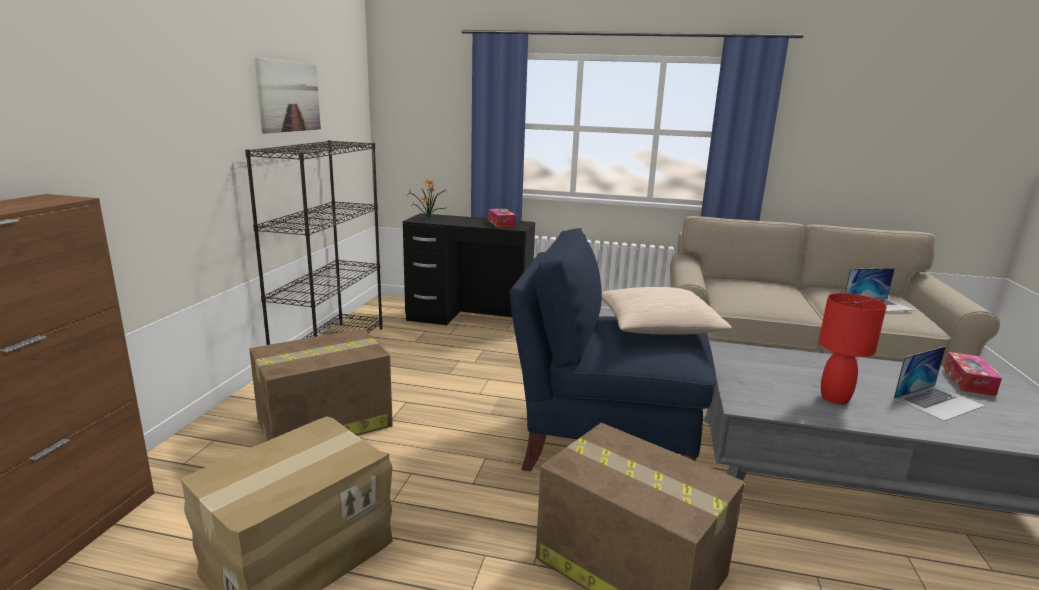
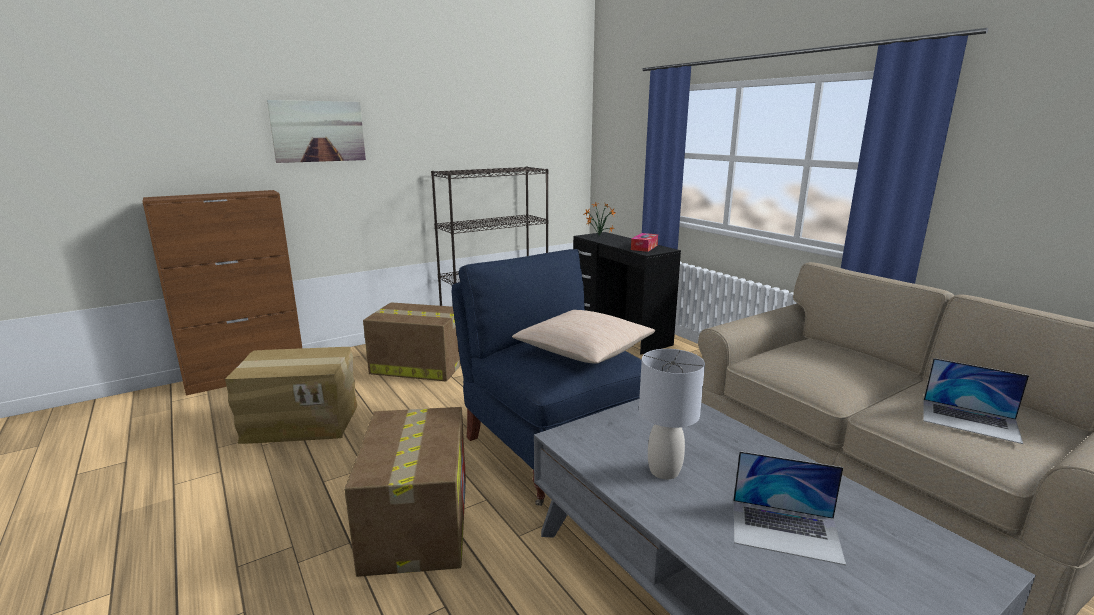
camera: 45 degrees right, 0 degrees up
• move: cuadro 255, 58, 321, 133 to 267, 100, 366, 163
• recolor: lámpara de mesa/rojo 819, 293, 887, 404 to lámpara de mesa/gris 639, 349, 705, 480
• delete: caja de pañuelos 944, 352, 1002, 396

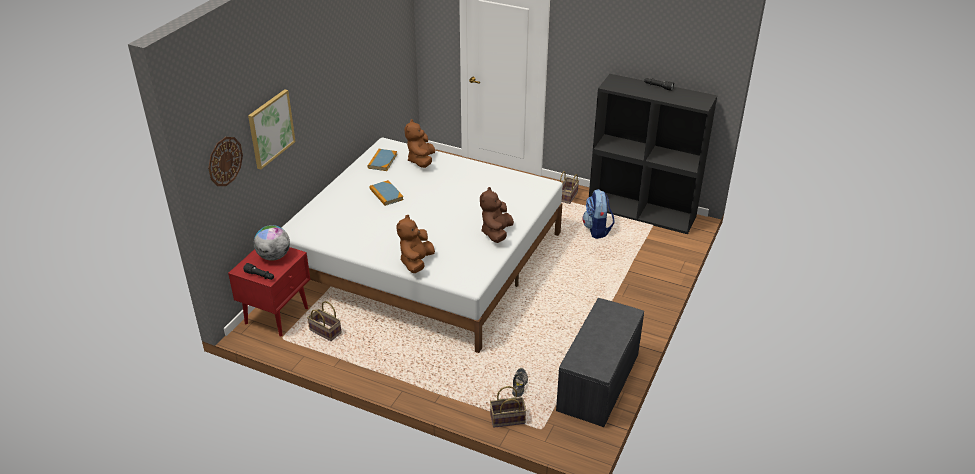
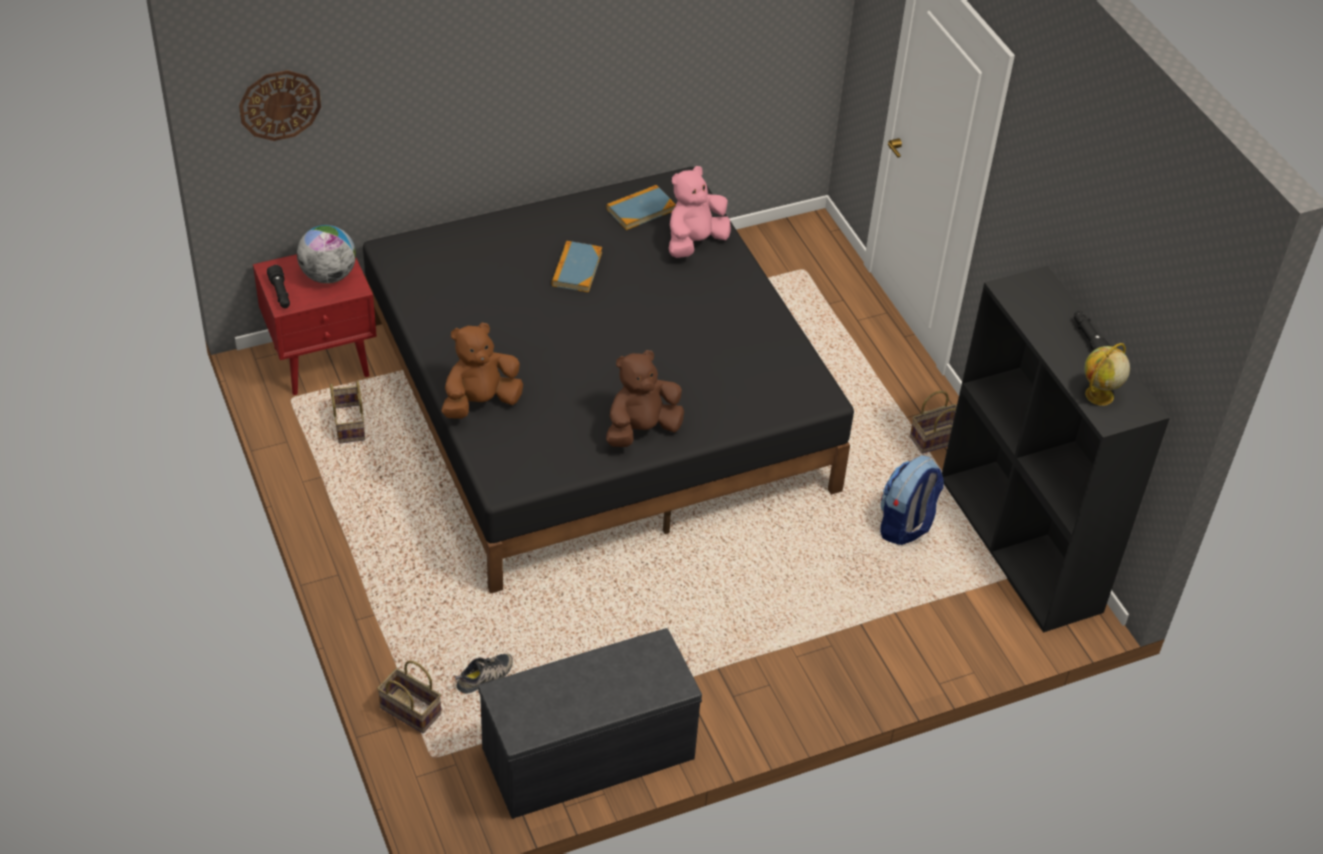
camera: 40 degrees right, 10 degrees up
• delete: cuadro 248, 89, 296, 170
• recolor: cama/blanco 281, 137, 563, 353 to cama/negro 363, 167, 854, 594
• recolor: peluche/marrón 404, 119, 435, 168 to peluche/rosa 669, 166, 731, 258
• insert: globo terráqueo 1084, 343, 1130, 406

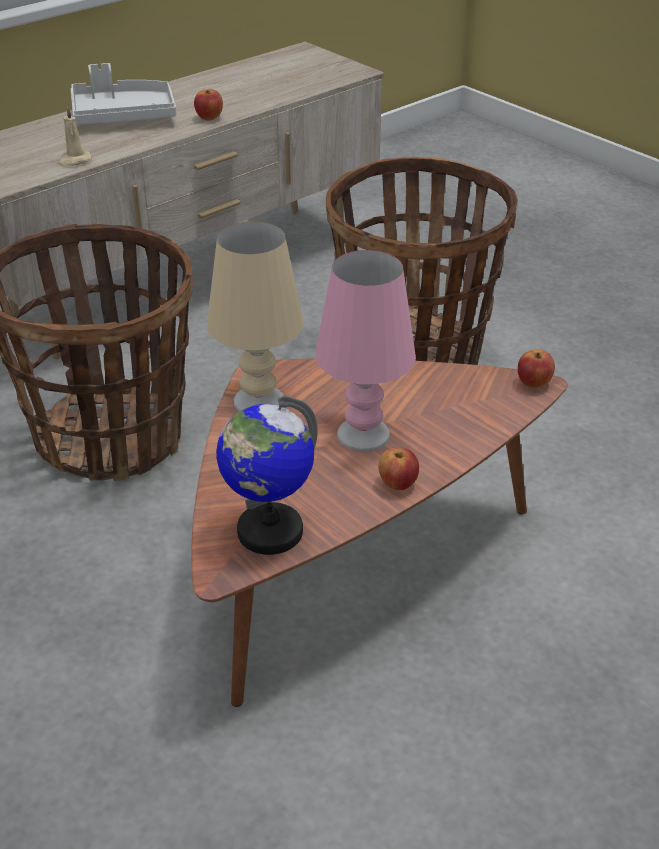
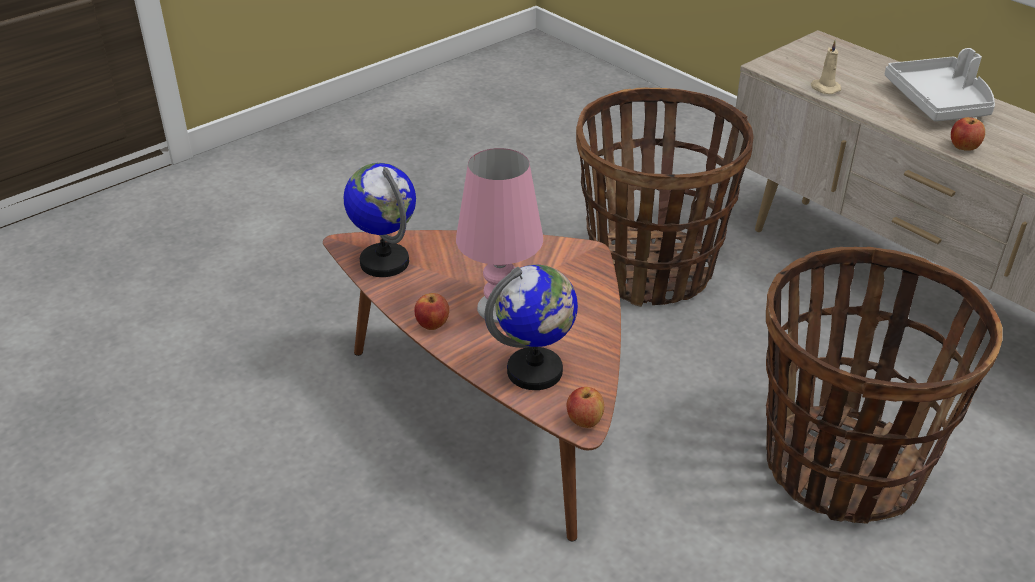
camera: 90 degrees right, 0 degrees up
• delete: lámpara de mesa/beis 207, 222, 304, 412
• insert: globo terráqueo 485, 265, 578, 390

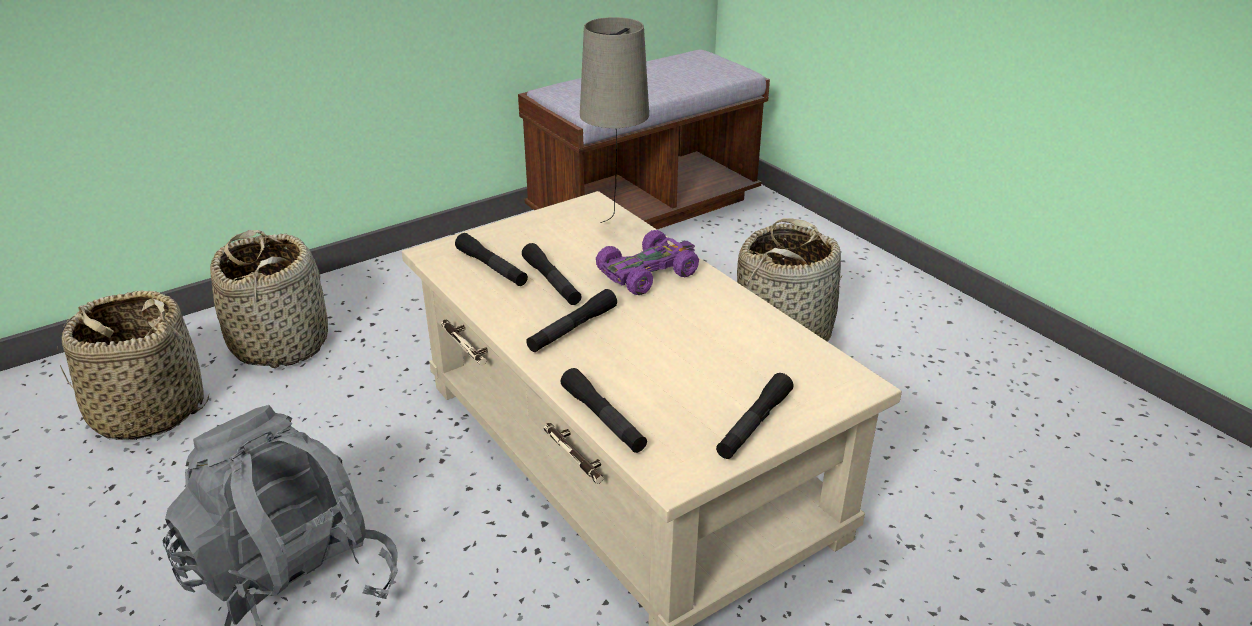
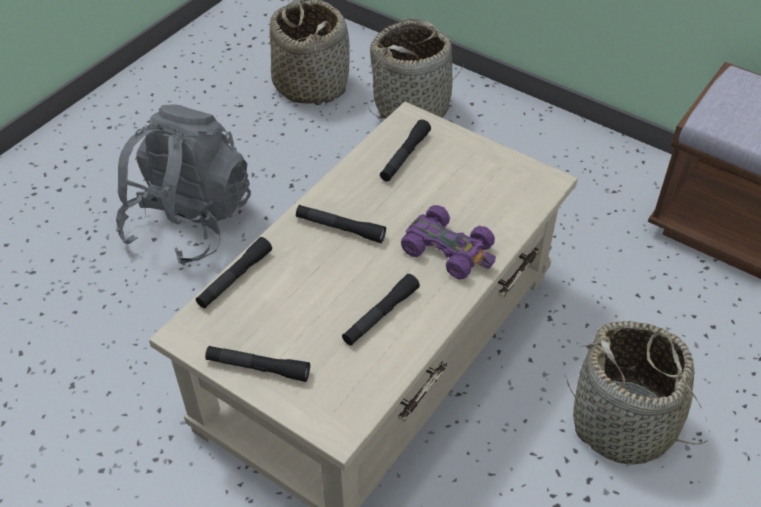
camera: 70 degrees right, 15 degrees up
• move: linterna/negro 522, 243, 582, 305 to 342, 274, 420, 346
• delete: lámpara de mesa/beis 580, 17, 649, 223

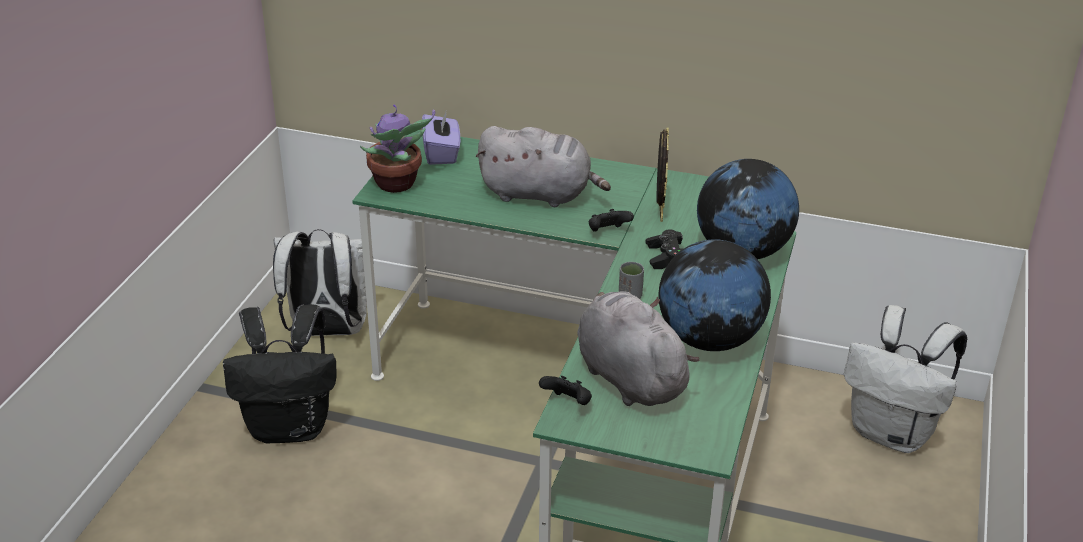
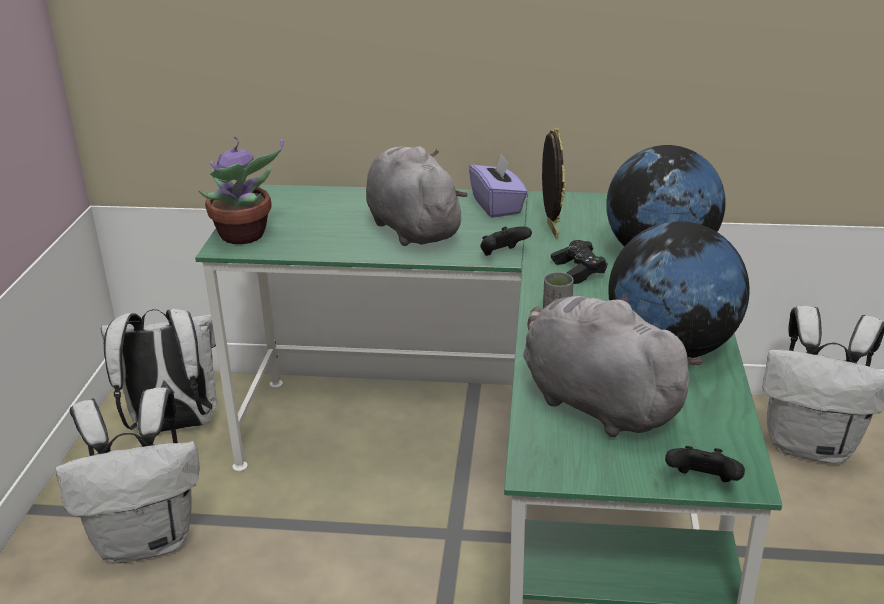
camera: 10 degrees left, 5 degrees down
• recolor: mochila/negro 223, 304, 337, 444 to mochila/blanco 56, 388, 199, 564
• move: caja de pañuelos/morado 422, 109, 460, 165 to 469, 154, 528, 218
• rotate: peluche/gris 476, 126, 611, 207 = 366, 146, 468, 246 120 degrees counterclockwise
• move: mando de consola/negro 539, 376, 592, 405 to 665, 446, 745, 482

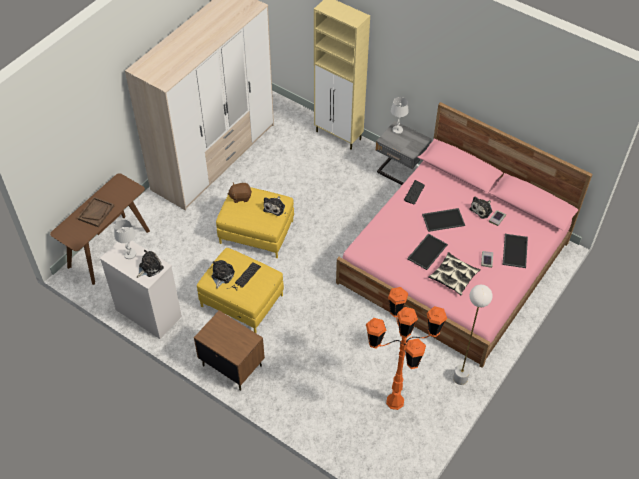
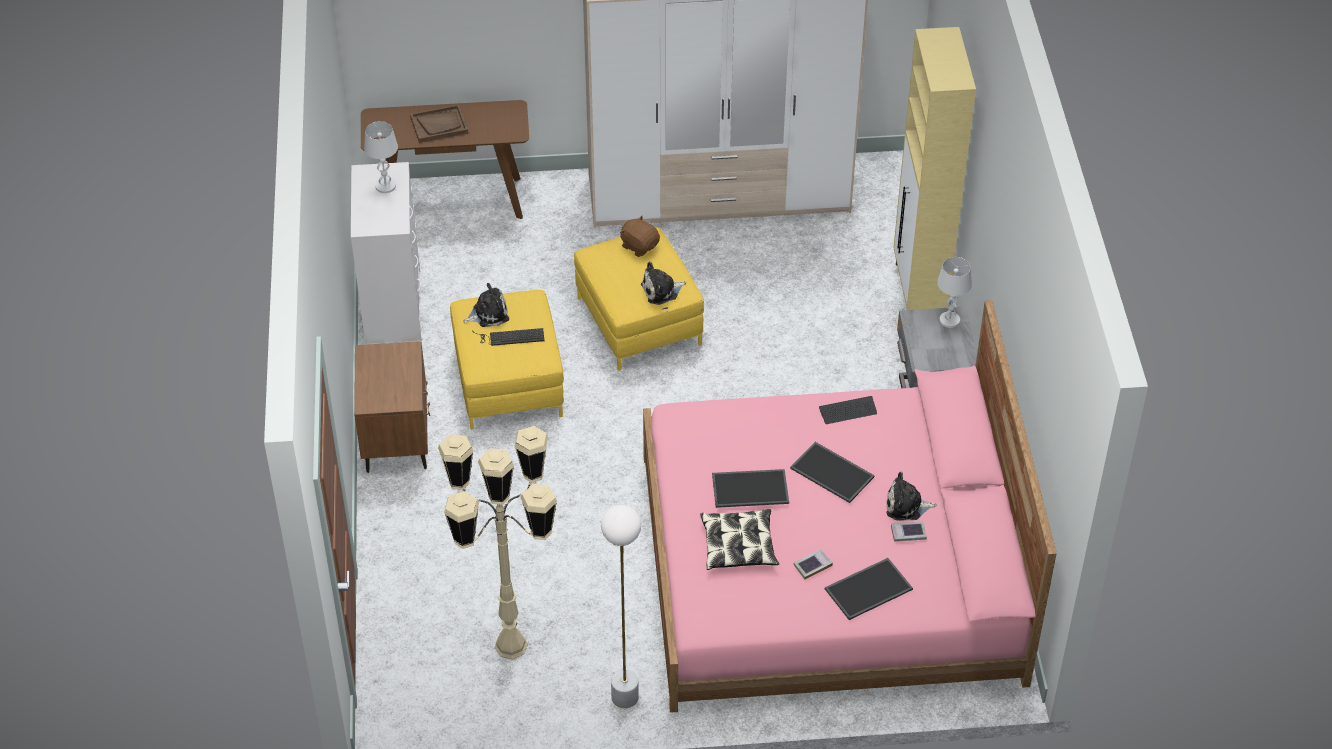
camera: 50 degrees right, 5 degrees down
• delete: peluche 137, 250, 164, 278
• recolor: lámpara de pie/naranja 366, 287, 447, 410 to lámpara de pie/beis 438, 426, 557, 660

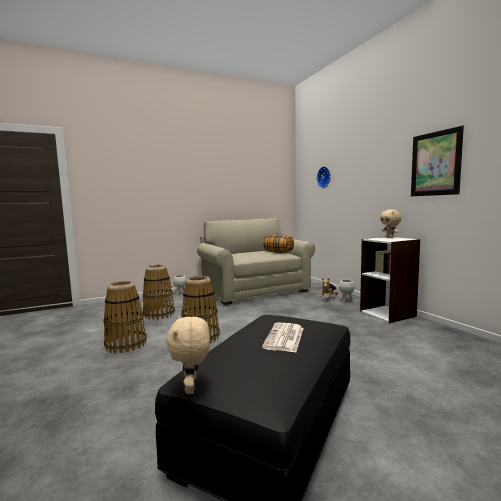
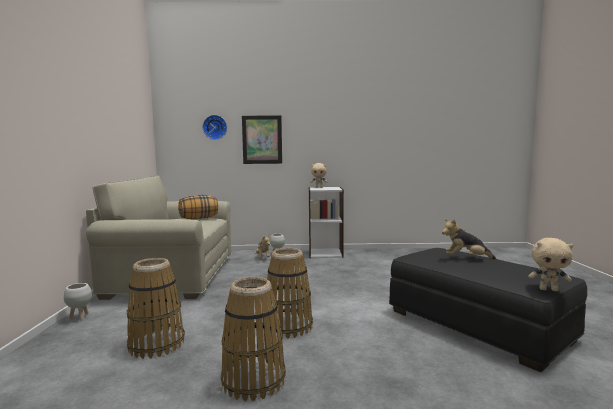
camera: 65 degrees left, 0 degrees up
• replace: periódico 262, 323, 304, 352 to peluche 442, 219, 496, 260
• move: cuadro 411, 126, 464, 196 to 242, 115, 282, 164

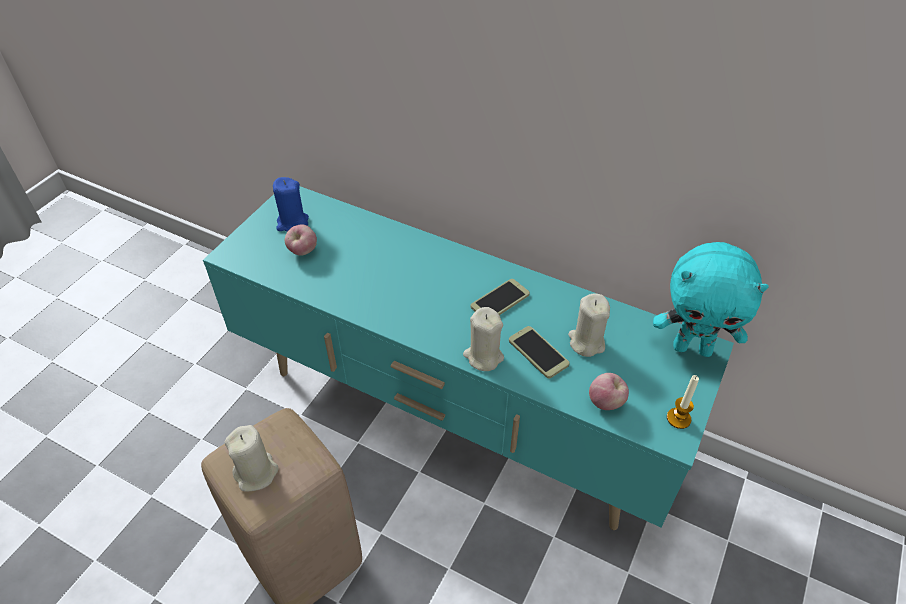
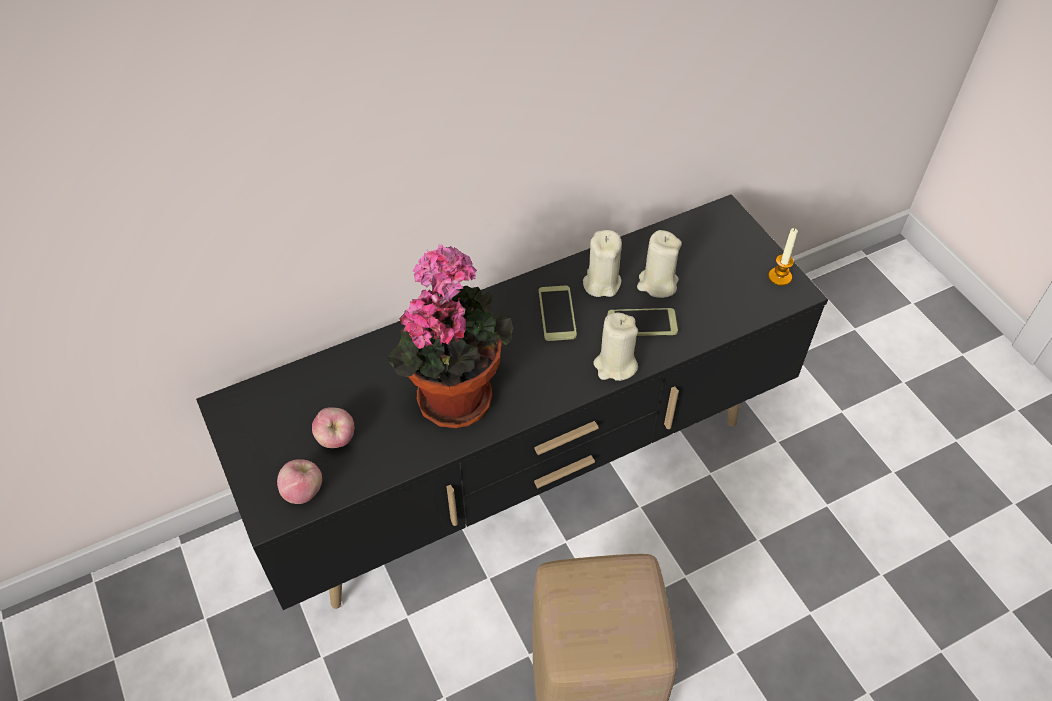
camera: 55 degrees left, 5 degrees up
• recolor: mueble de televisión/turquesa 203, 186, 734, 530 to mueble de televisión/negro 196, 194, 828, 610
• move: vela/beis 225, 425, 279, 492 to 583, 230, 622, 297
• delete: vela/azul 273, 177, 309, 232
• move: manzana 589, 373, 629, 410 to 277, 459, 322, 504
• delete: peluche/turquesa 653, 242, 769, 357
• insert: planta en maceta 387, 244, 513, 429

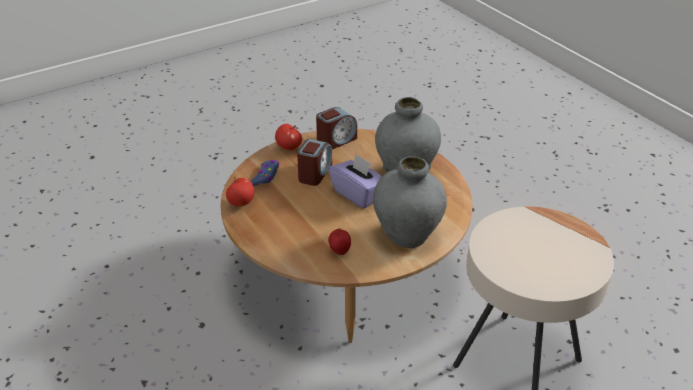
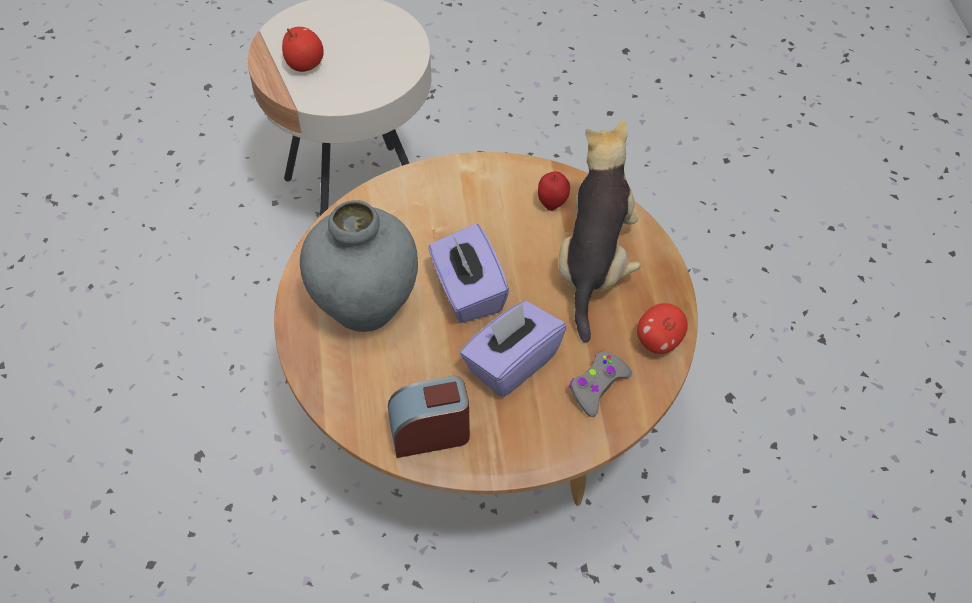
camera: 155 degrees left, 15 degrees up
• recolor: mando de consola/azul 251, 160, 279, 186 to mando de consola/gris 569, 351, 632, 417
• move: manzana 275, 124, 302, 150 to 282, 27, 324, 72
• replace: despertador 297, 139, 332, 186 to caja de pañuelos/morado 460, 301, 566, 397
• delete: florero/gris 373, 156, 447, 248
• insert: peluche 559, 119, 641, 342

